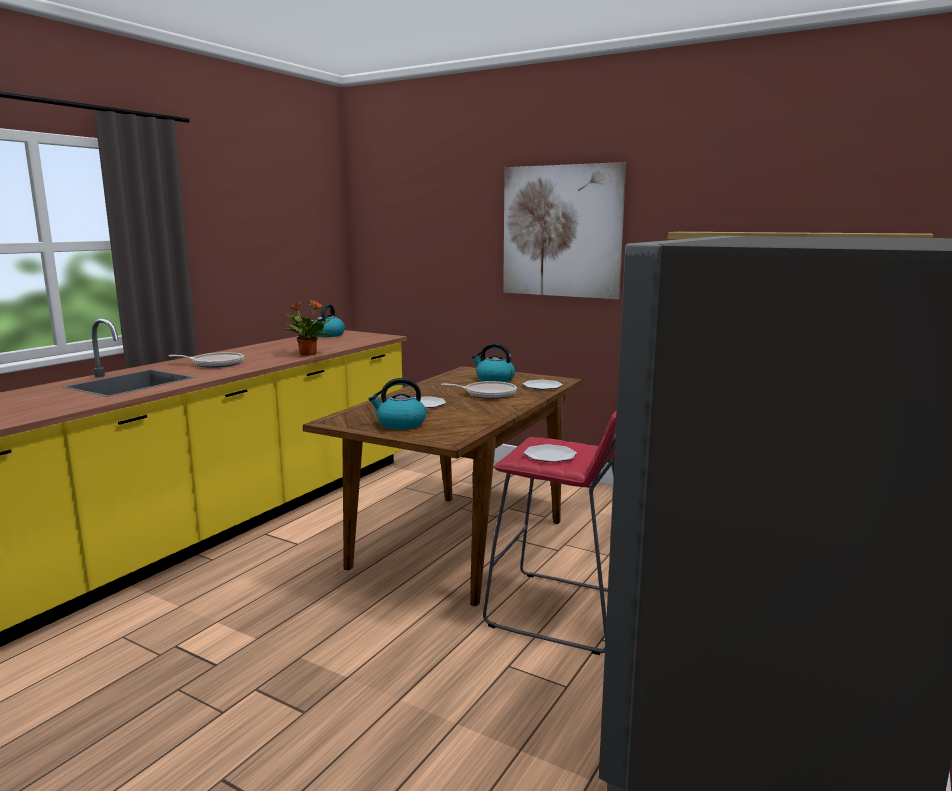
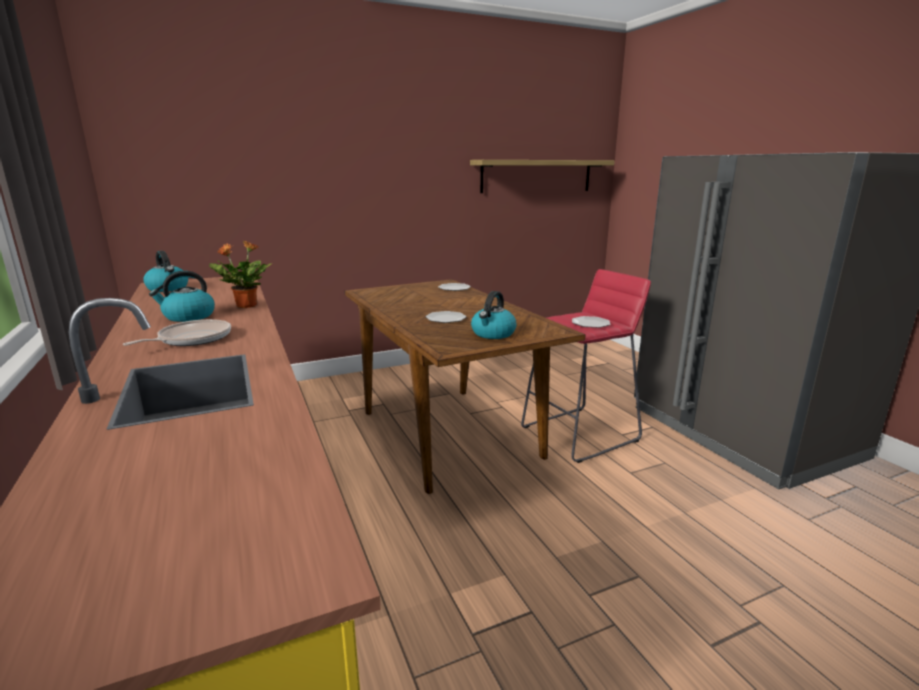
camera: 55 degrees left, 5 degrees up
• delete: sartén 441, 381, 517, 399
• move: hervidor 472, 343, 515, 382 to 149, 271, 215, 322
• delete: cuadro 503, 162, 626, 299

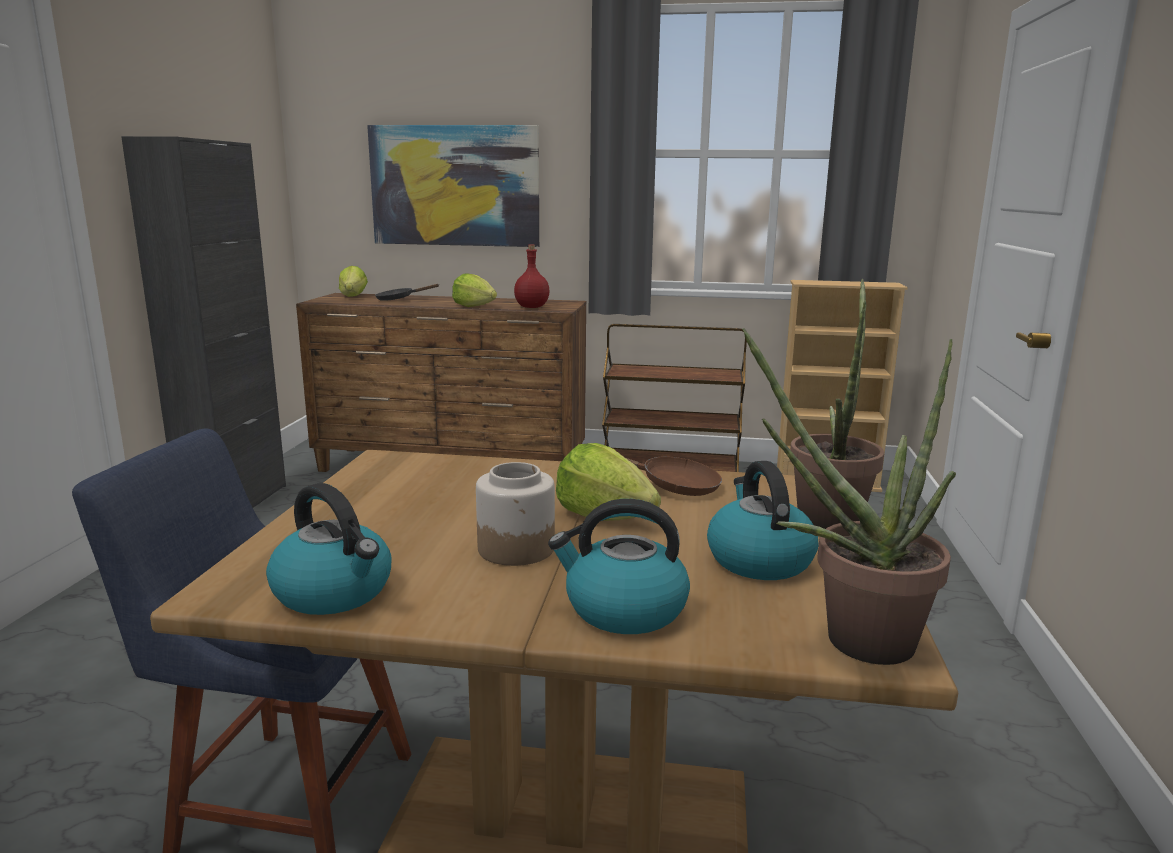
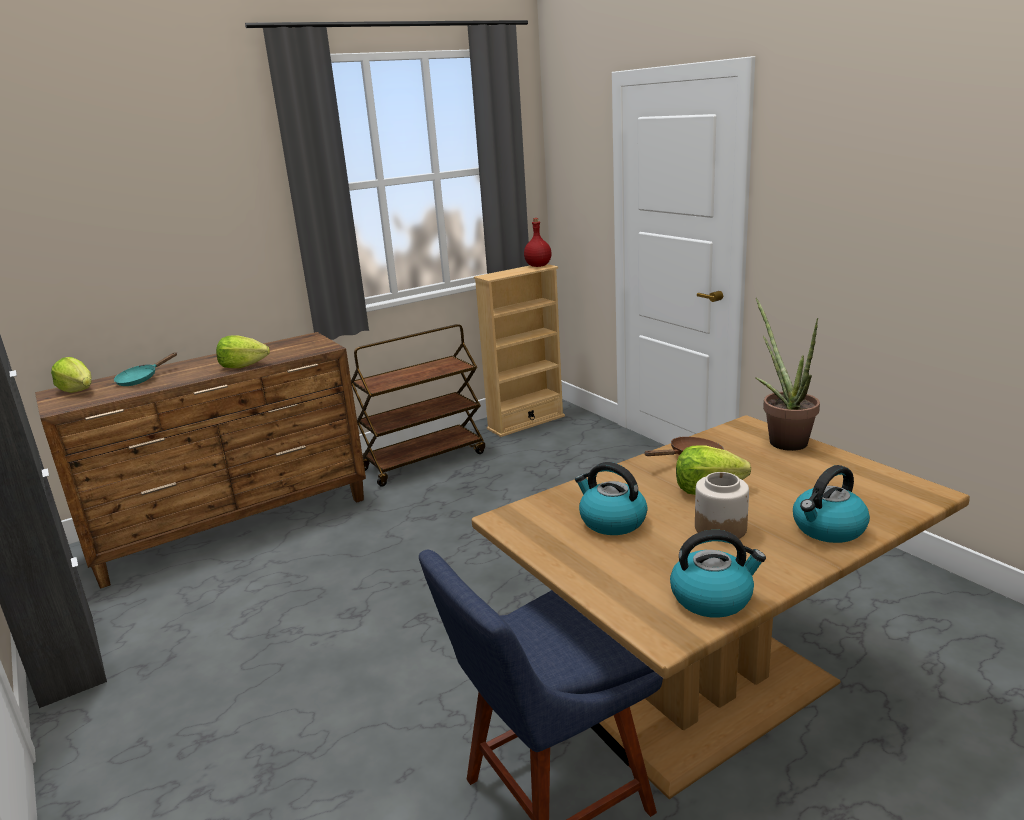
camera: 40 degrees left, 5 degrees up
• delete: cuadro 367, 125, 539, 247
• recolor: sartén/negro 375, 284, 440, 301 to sartén/turquesa 114, 352, 177, 386
• move: botella/rojo 514, 245, 550, 308 to 524, 218, 551, 267
• move: hervidor 707, 461, 818, 580 to 575, 462, 648, 535
• delete: planta en maceta 742, 328, 956, 665

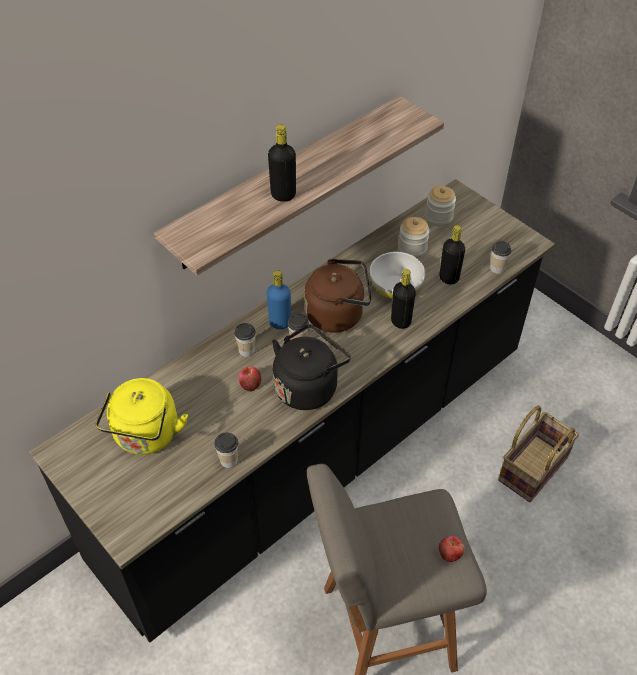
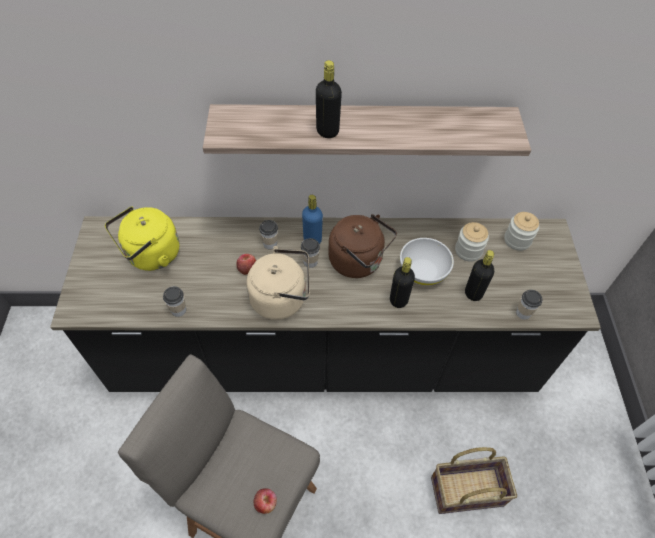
camera: 40 degrees right, 5 degrees up
• recolor: hervidor/negro 272, 324, 351, 410 to hervidor/beis 246, 246, 310, 320

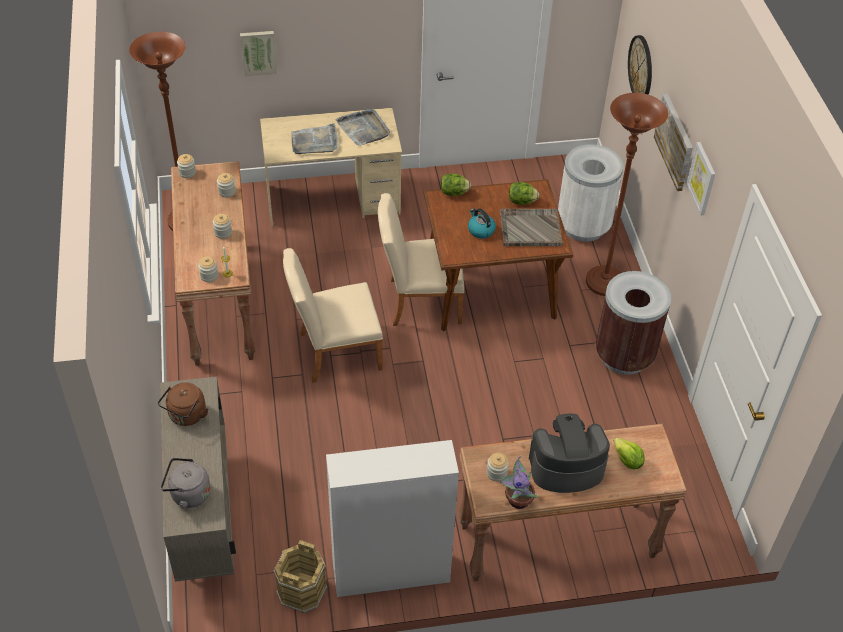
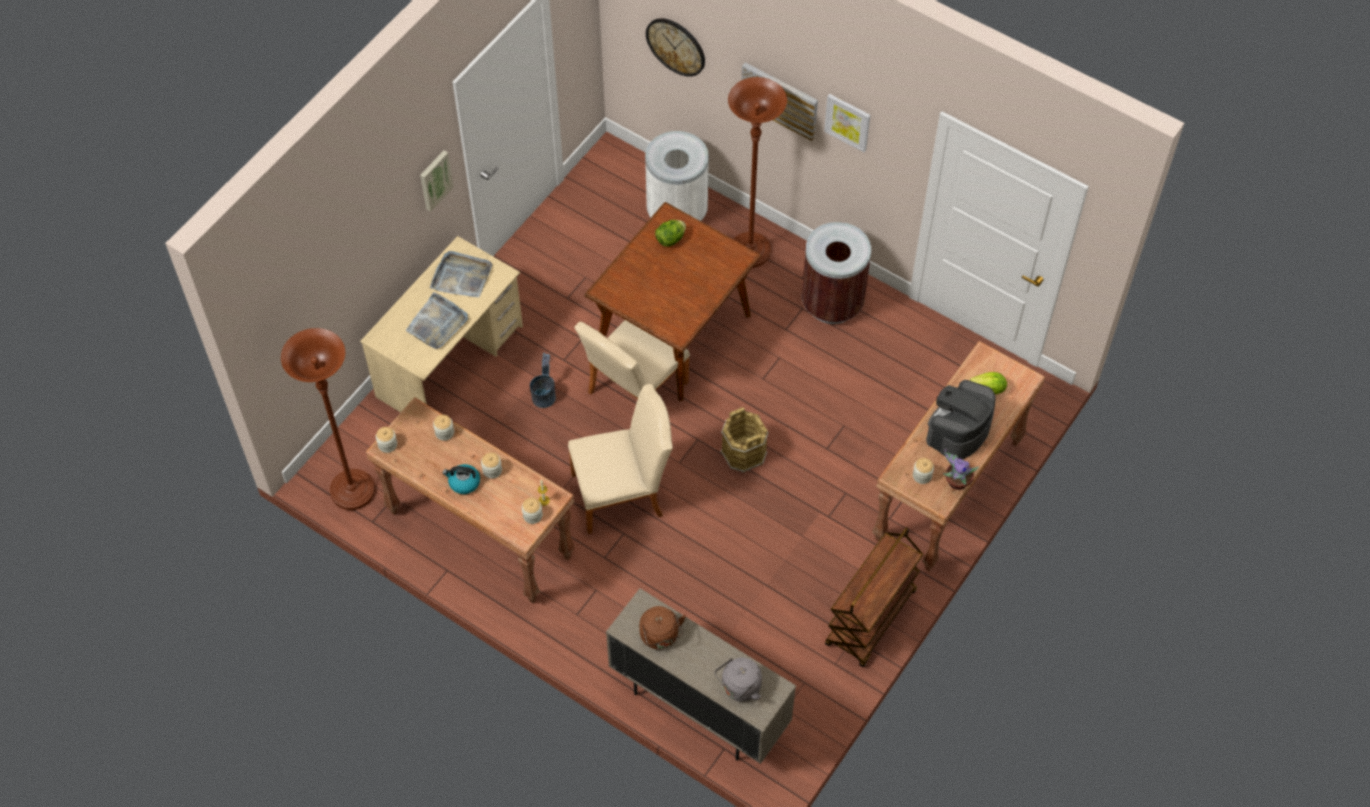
camera: 45 degrees left, 10 degrees up
• move: cuadro 240, 31, 277, 77 to 420, 150, 454, 212
• move: cubo/marrón 273, 540, 327, 613 to 720, 407, 769, 473
• rotate: silla/beis 283, 248, 383, 383 = 568, 384, 673, 534 135 degrees counterclockwise
• replace: armario/blanco 326, 440, 459, 597 to carrito/marrón 825, 527, 924, 667
• delete: lechuga 441, 173, 471, 196
• move: hervidor 468, 209, 496, 238 to 443, 464, 480, 494
• delete: bandeja/gris 500, 208, 563, 246
• insert: cubo/gris 530, 353, 556, 408

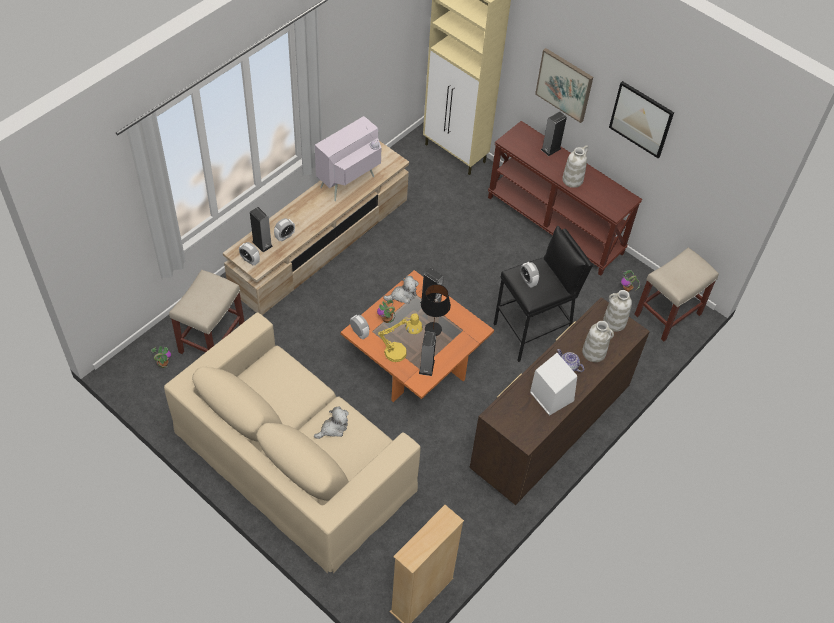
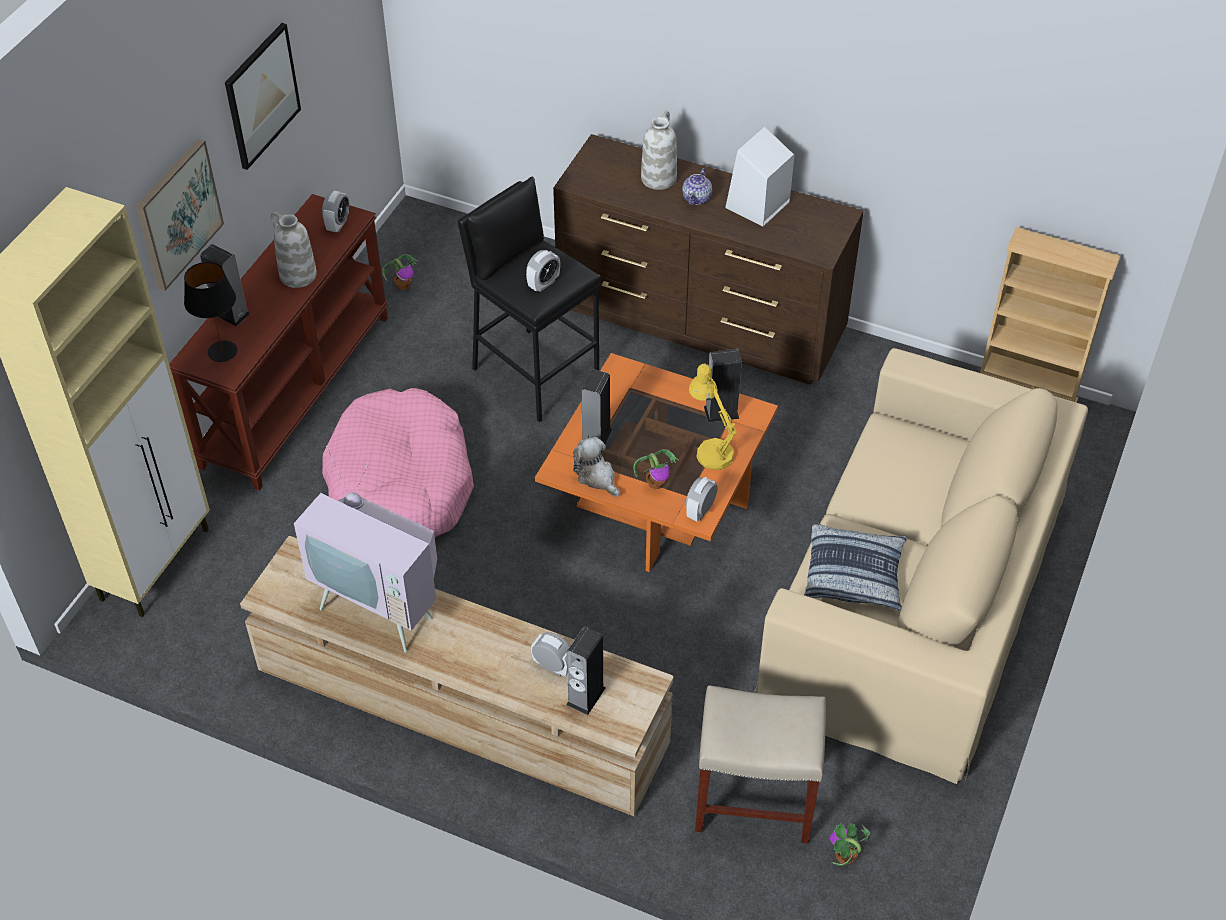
camera: 105 degrees left, 5 degrees down
• move: despertador 239, 242, 260, 265 to 322, 191, 349, 232
• delete: peluche 314, 407, 349, 439
• move: lámpara de mesa/negro 421, 284, 451, 336 to 184, 262, 238, 362
• delete: florero/blanco 603, 290, 632, 331
• delete: taburete/beis 634, 247, 719, 341
• insert: cama para perro/rosa 322, 388, 474, 537
• insert: cojín 804, 524, 907, 611

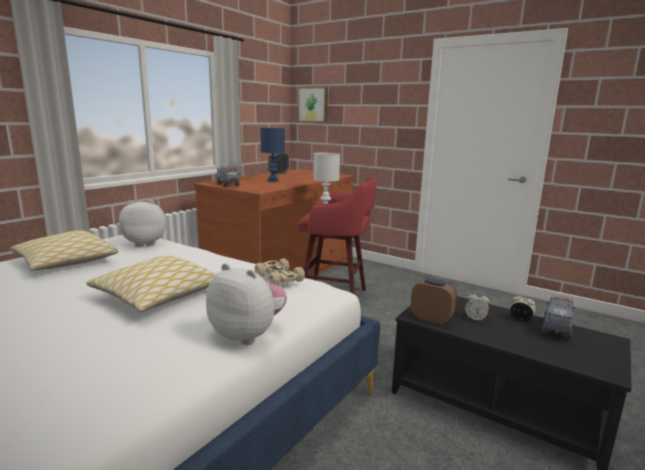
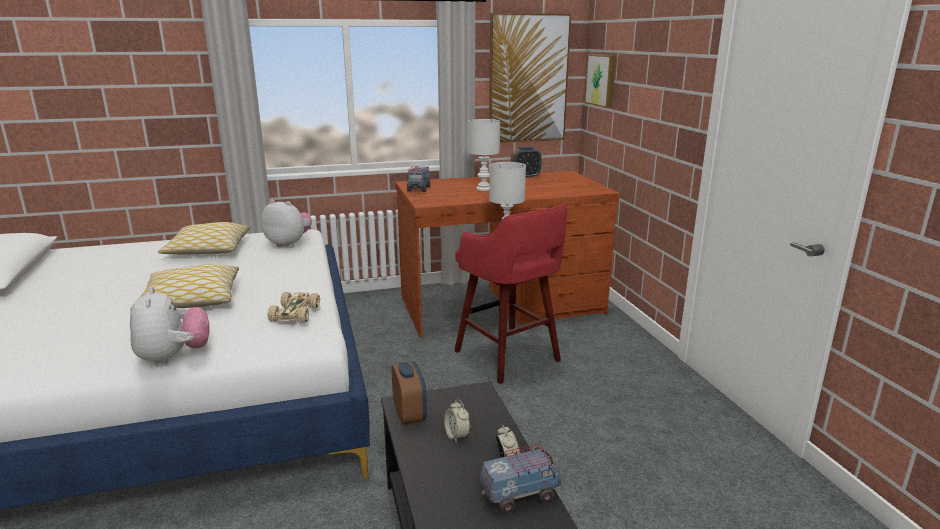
camera: 40 degrees right, 5 degrees up
• recolor: lámpara de mesa/azul 260, 128, 285, 182 to lámpara de mesa/blanco 469, 119, 500, 191
• insert: cuadro 489, 13, 571, 143

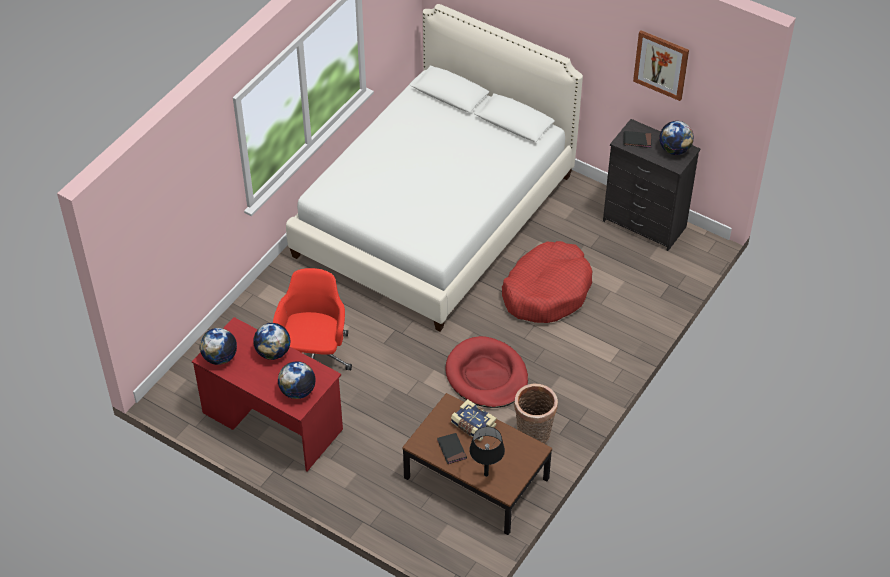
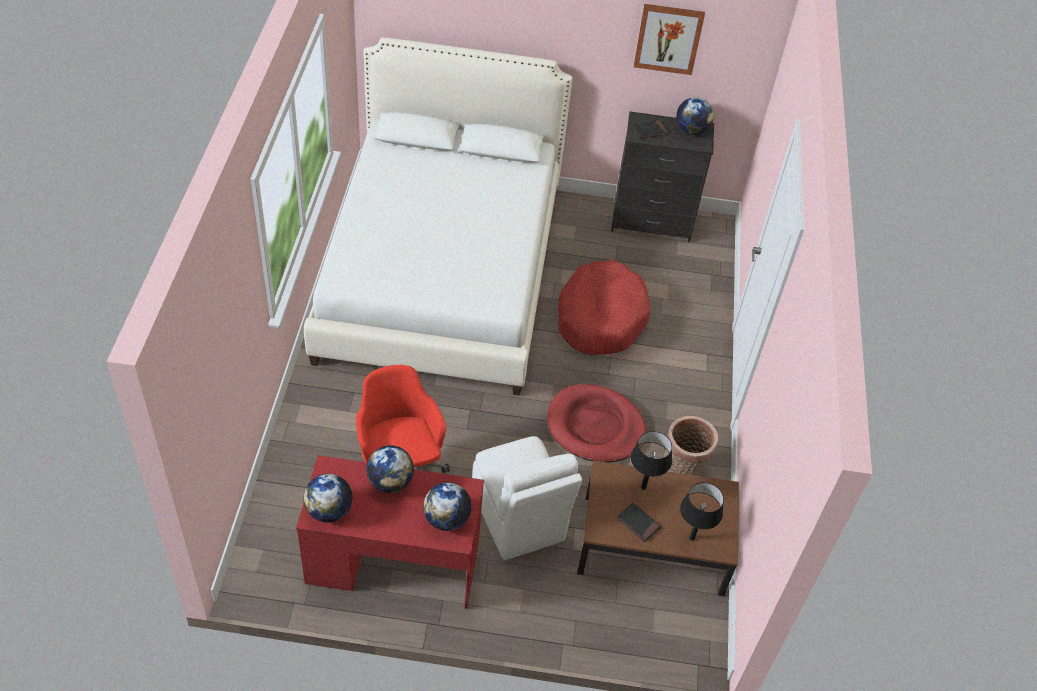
camera: 30 degrees left, 0 degrees up
• replace: libro 451, 399, 497, 441 to lámpara de mesa/negro 631, 431, 672, 490
• insert: silla/blanco 472, 436, 582, 560

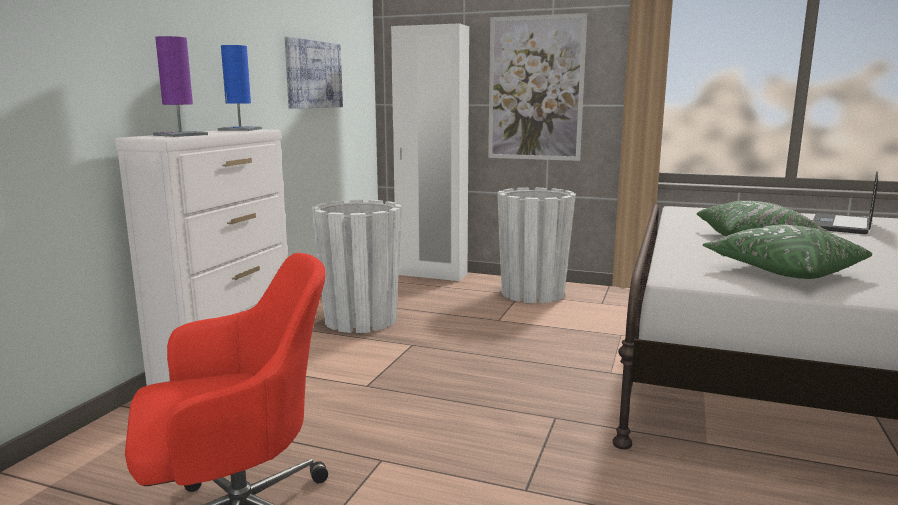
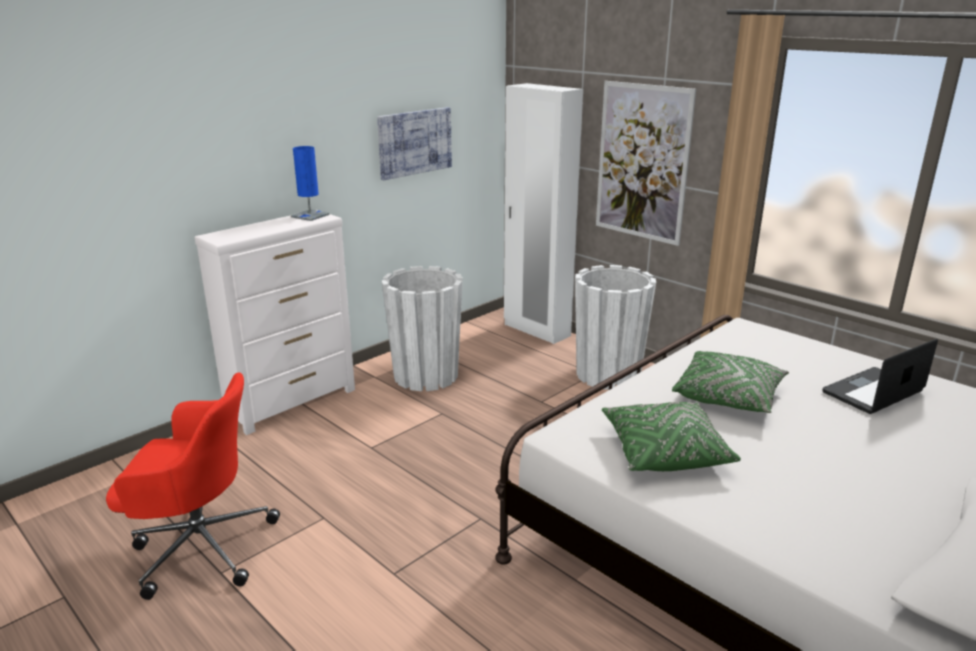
camera: 25 degrees right, 10 degrees up
• delete: lámpara de mesa/morado 153, 36, 208, 137

